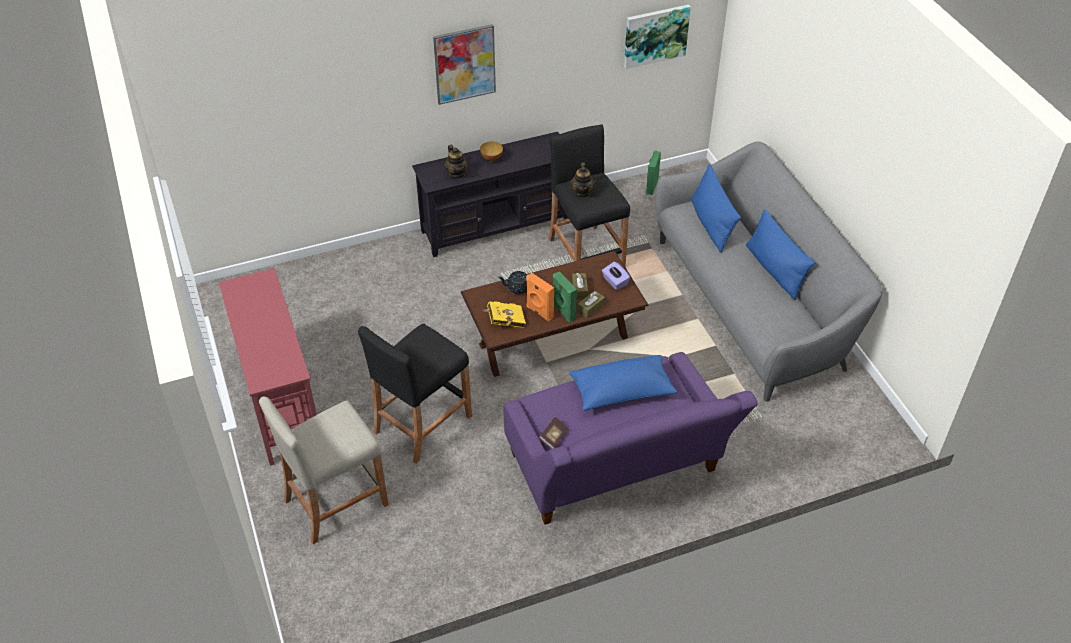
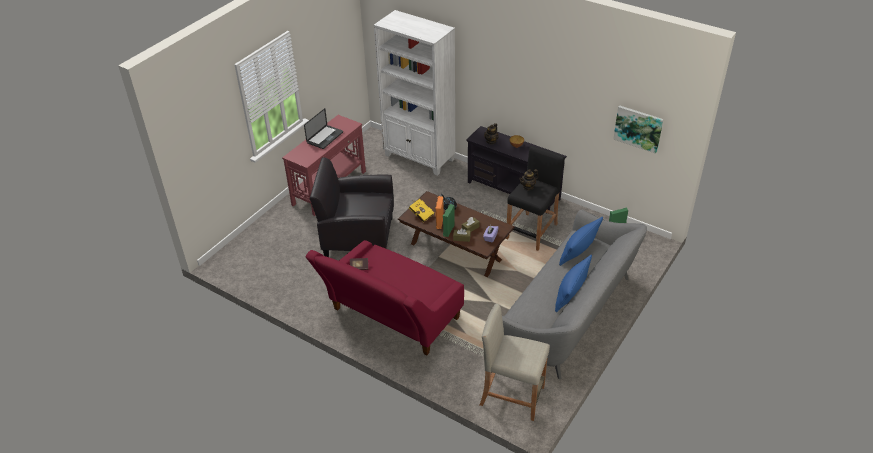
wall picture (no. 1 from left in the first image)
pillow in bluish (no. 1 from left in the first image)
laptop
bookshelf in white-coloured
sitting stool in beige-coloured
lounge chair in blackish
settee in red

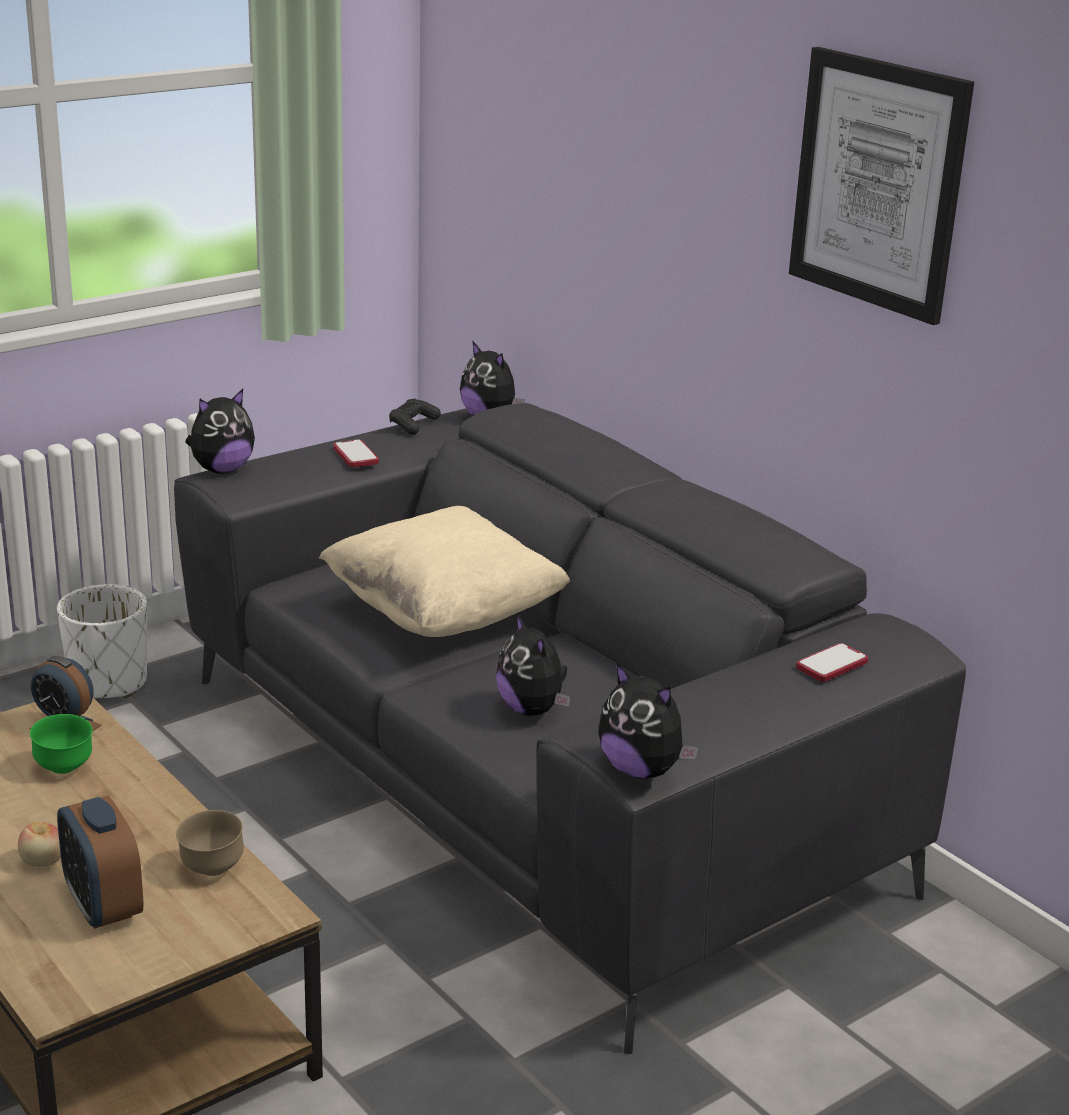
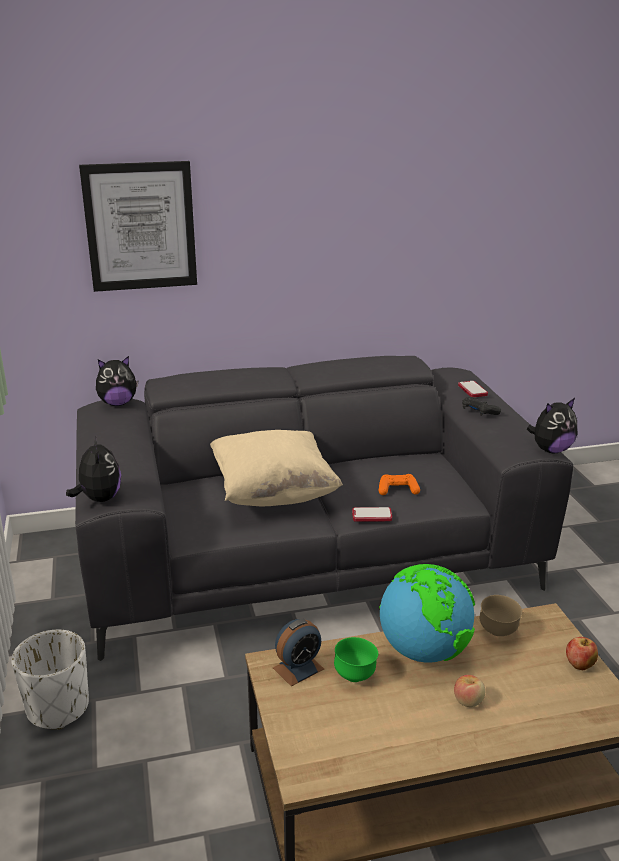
alarm clock (no. 2 from left in the first image)
desk globe
apple (no. 2 from left)
handset (no. 1 from left)
gamepad in blackish
wall picture
gamepad in orange-coloured

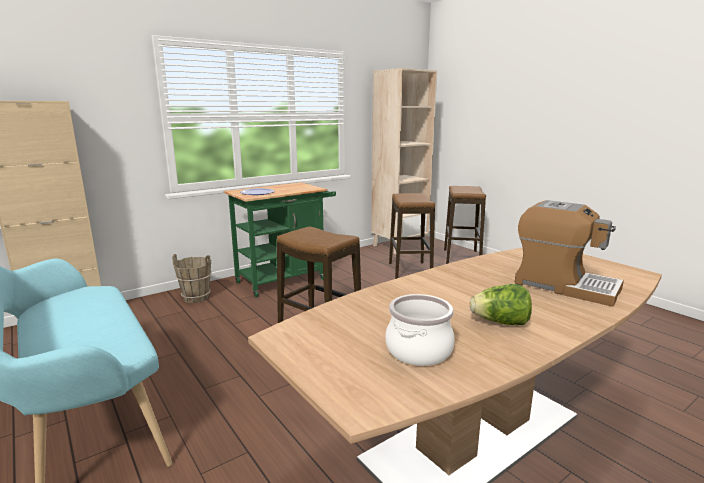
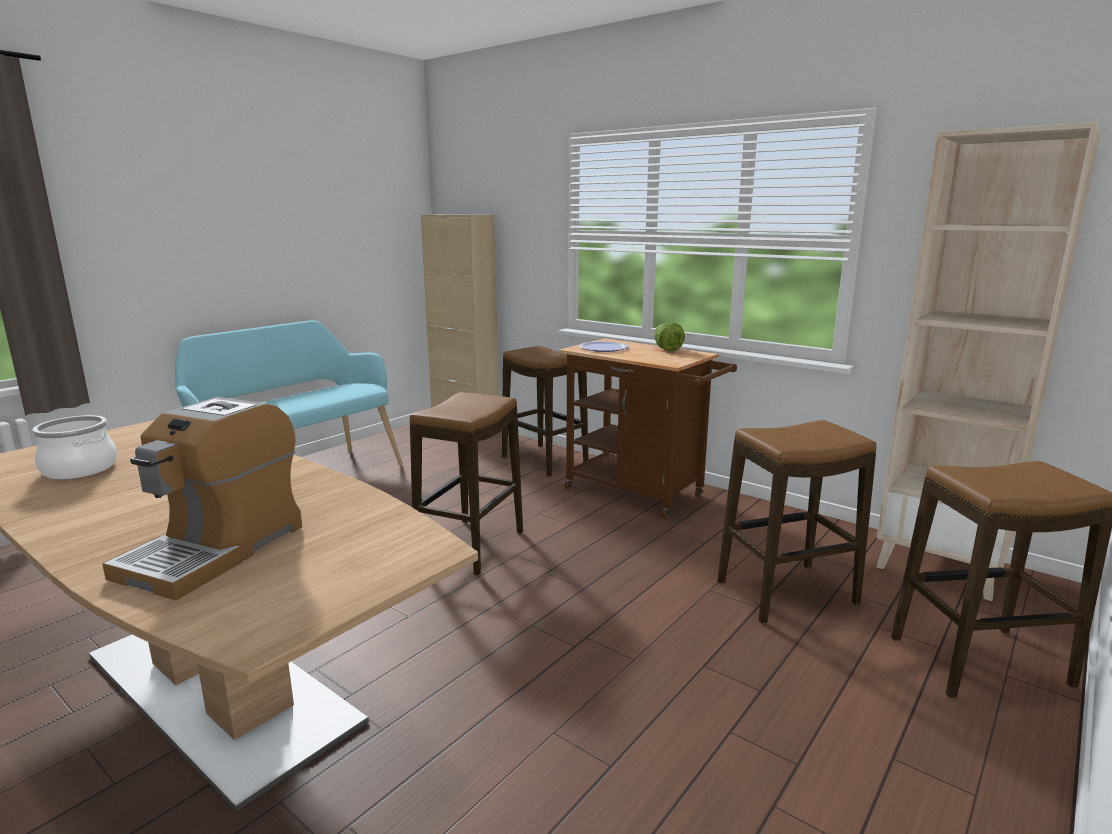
lettuce
sitting stool (no. 2 from left)
wheeled cart in brown

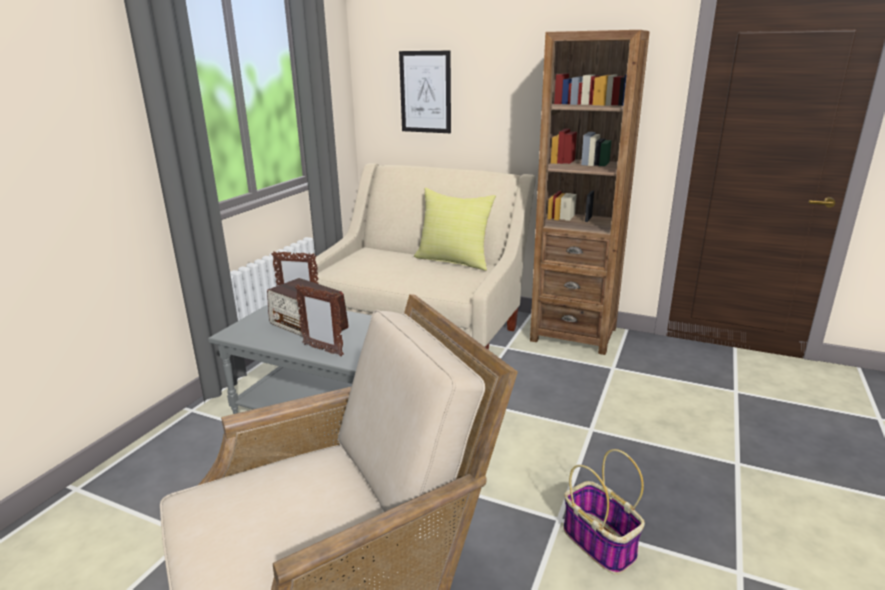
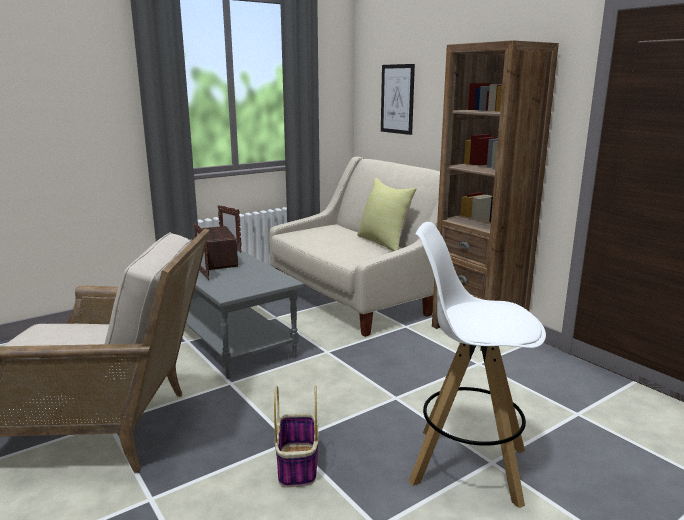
sitting stool in white-coloured

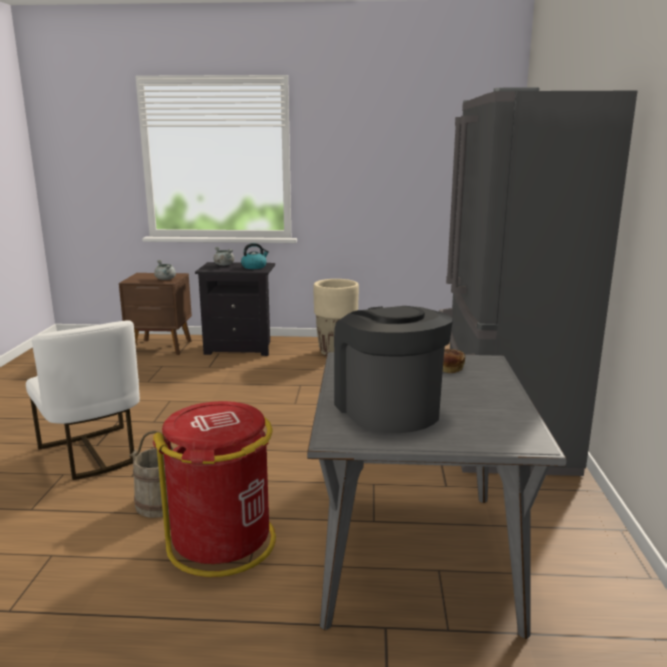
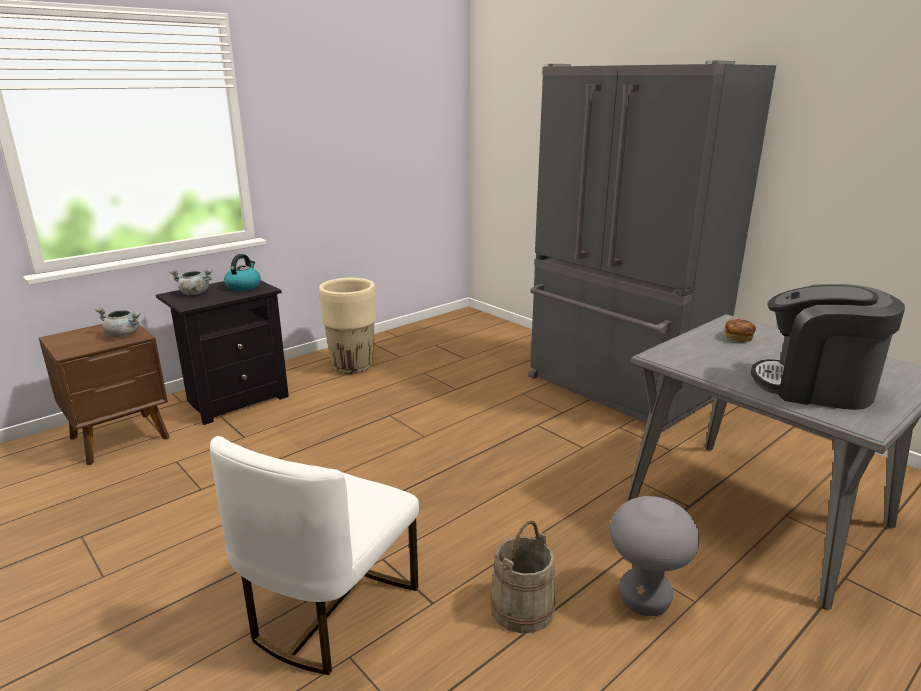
sitting stool in gray
chair in white-coloured

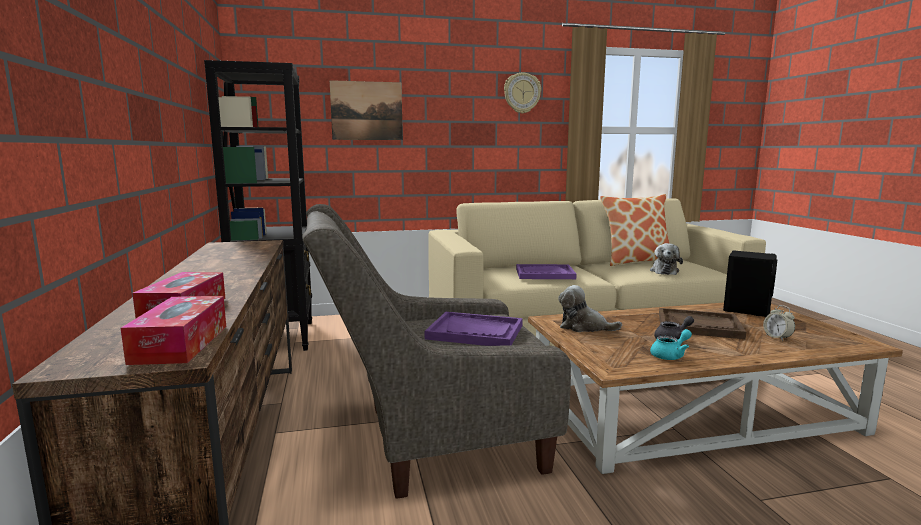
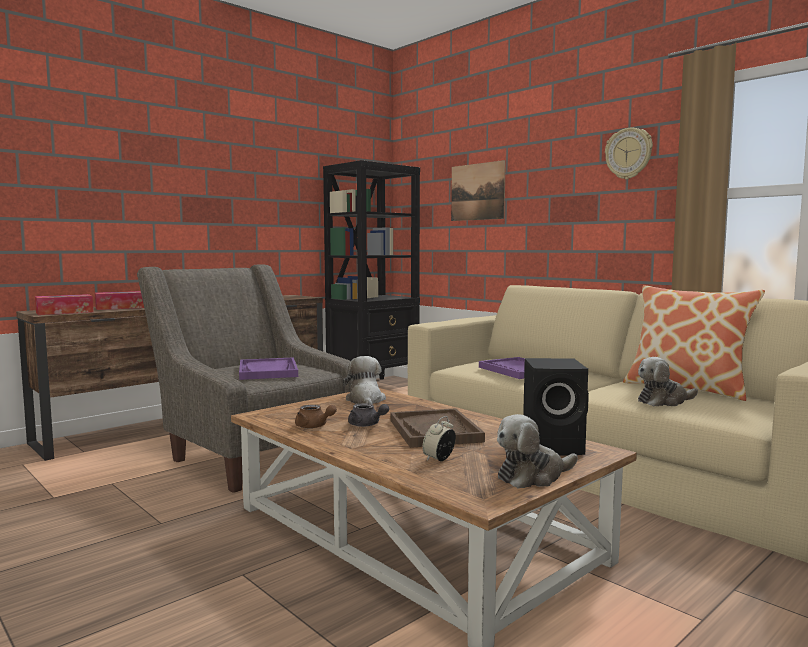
cuddly toy (no. 2 from left)
tea pot in brown

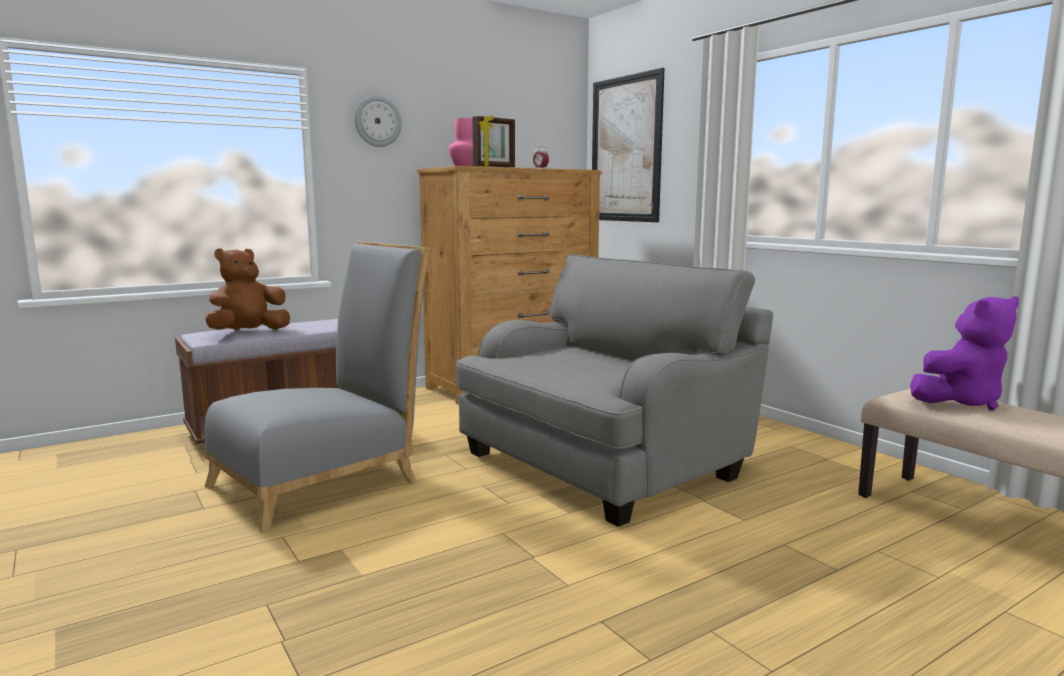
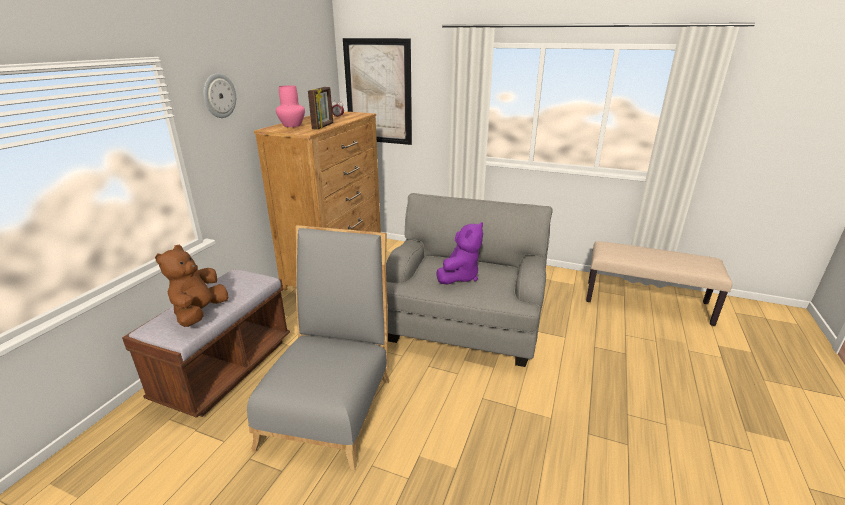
cuddly toy in purple

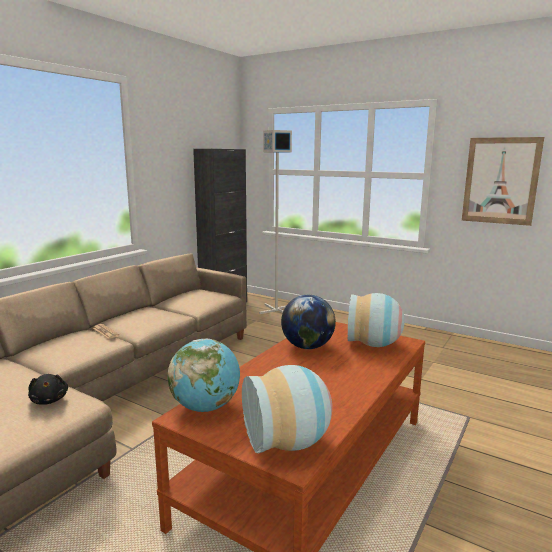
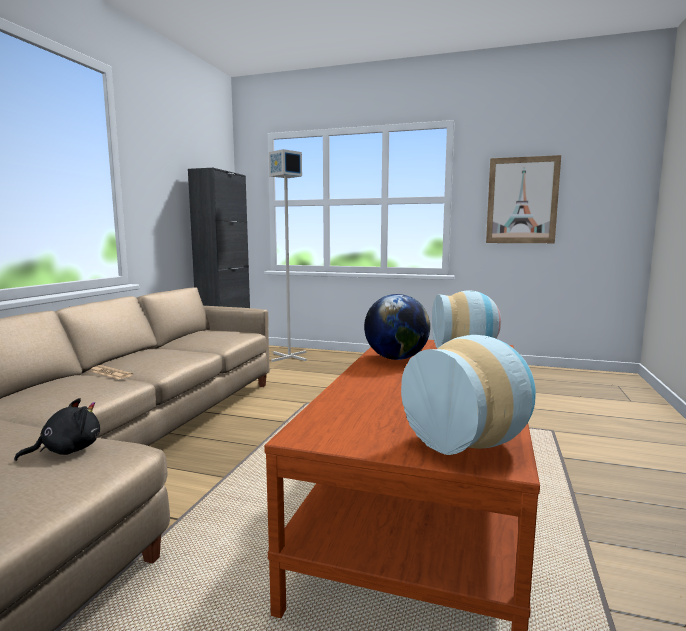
desk globe (no. 1 from left in the first image)
cuddly toy in blackish

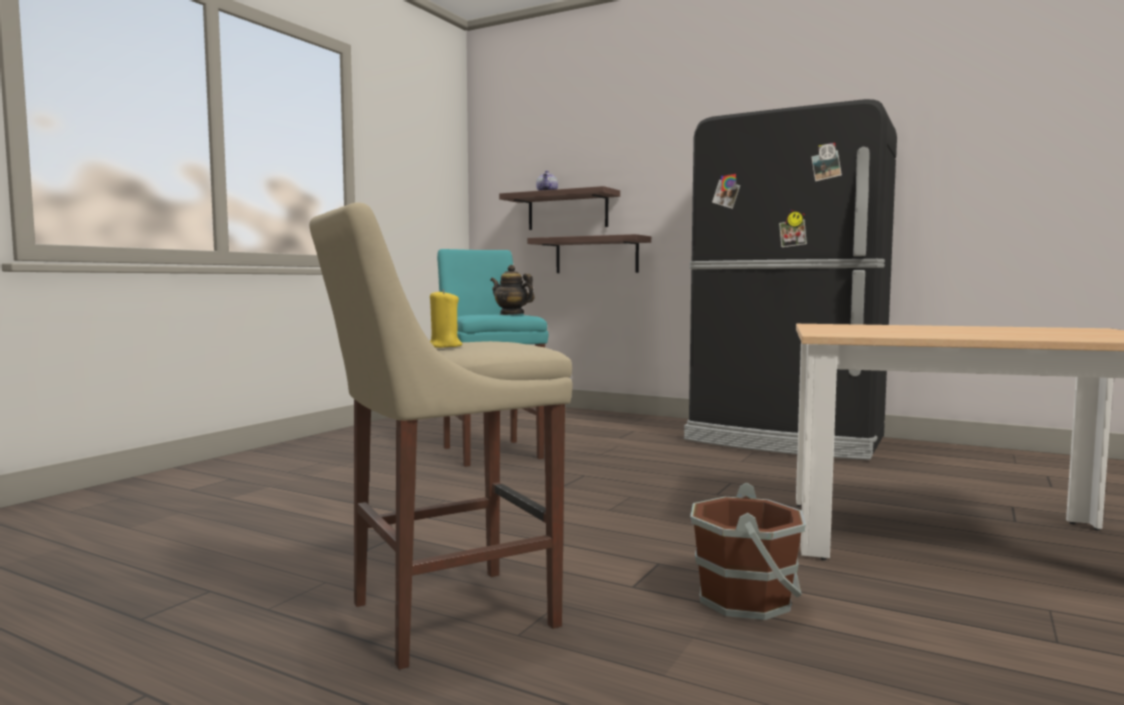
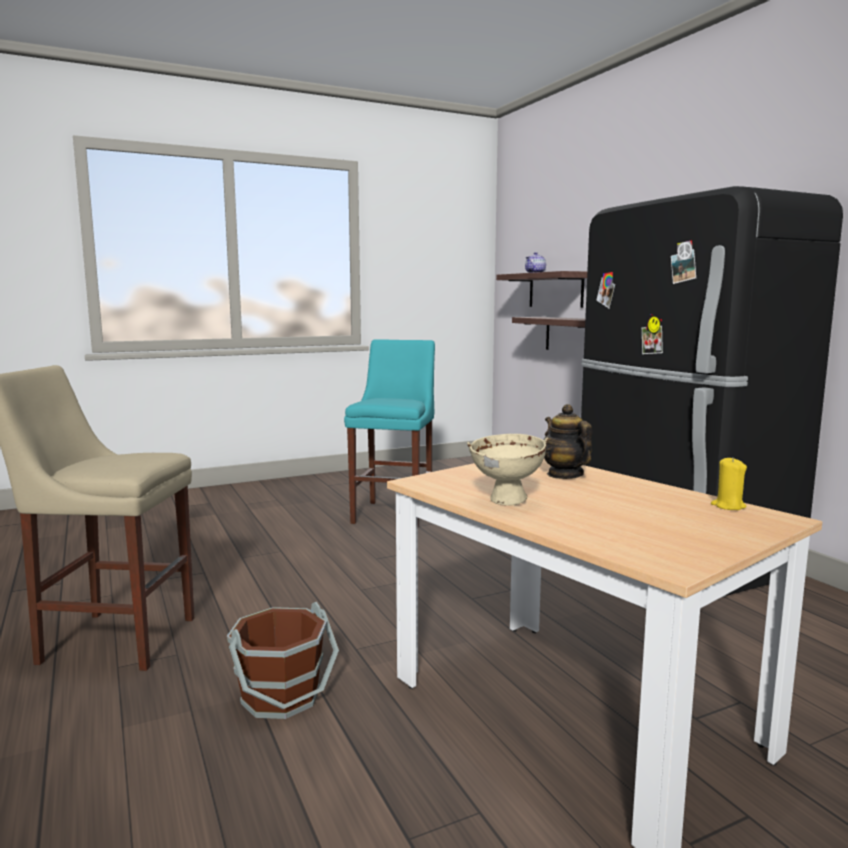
bowl in beige-coloured
wax candle in yellow
tea pot (no. 2 from left)

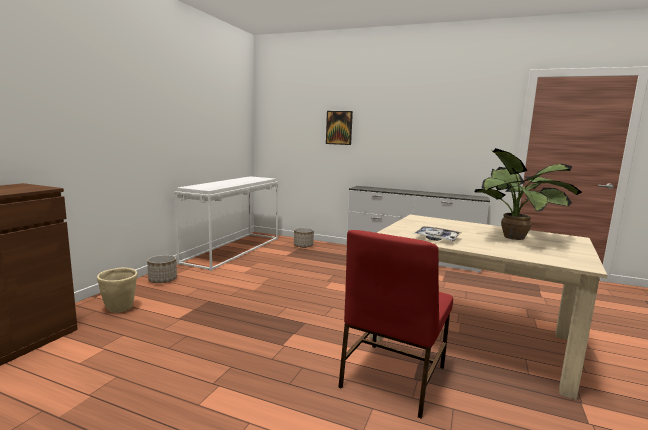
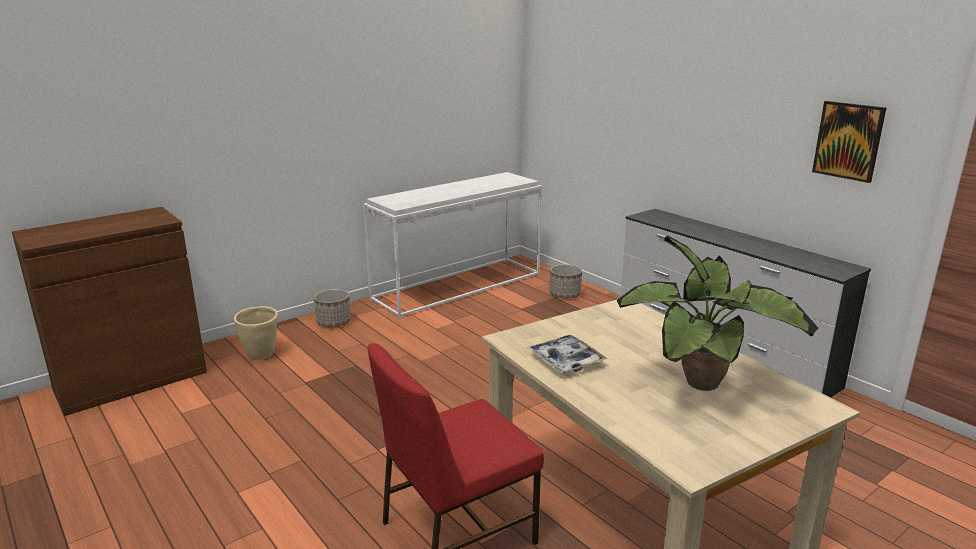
wall picture

